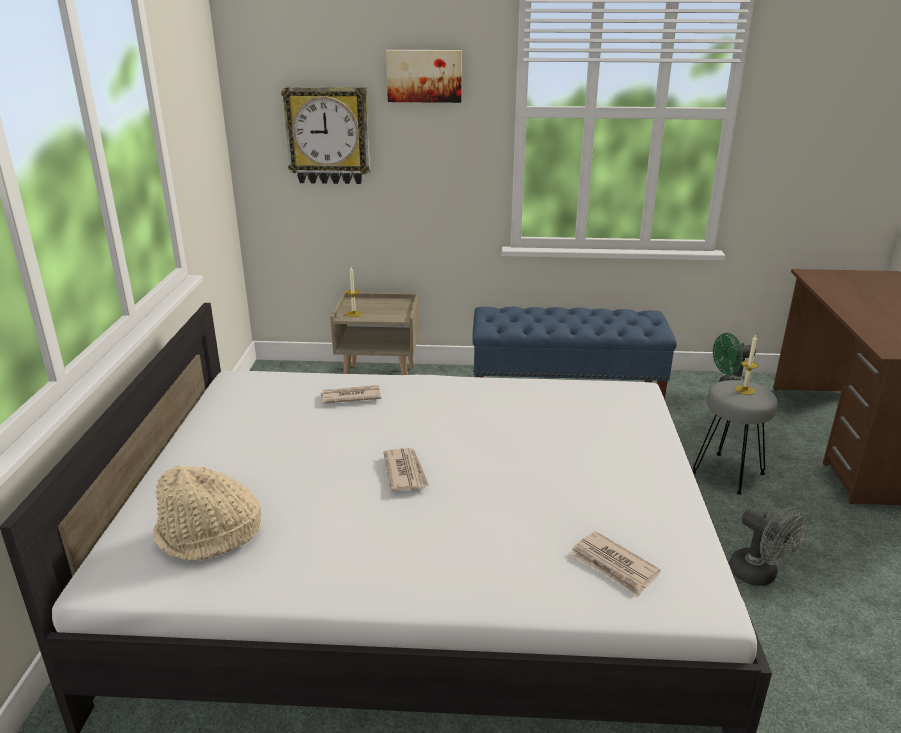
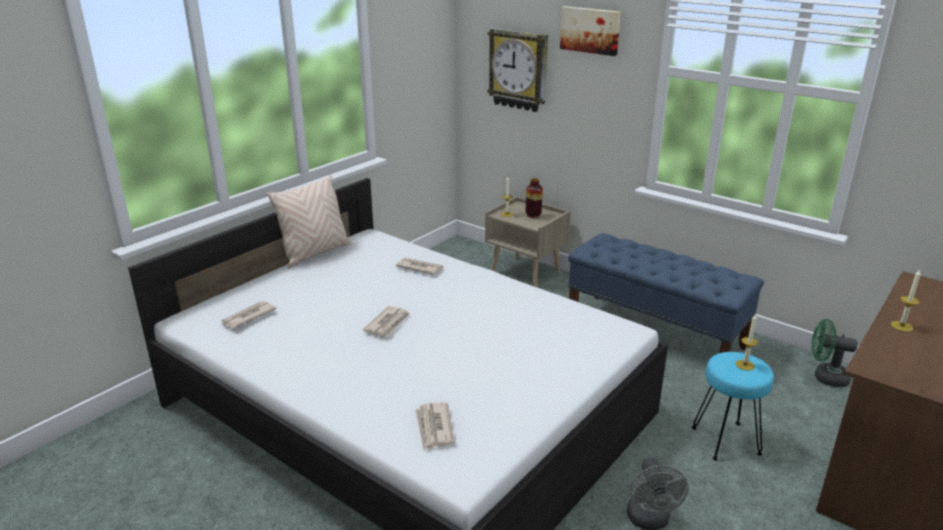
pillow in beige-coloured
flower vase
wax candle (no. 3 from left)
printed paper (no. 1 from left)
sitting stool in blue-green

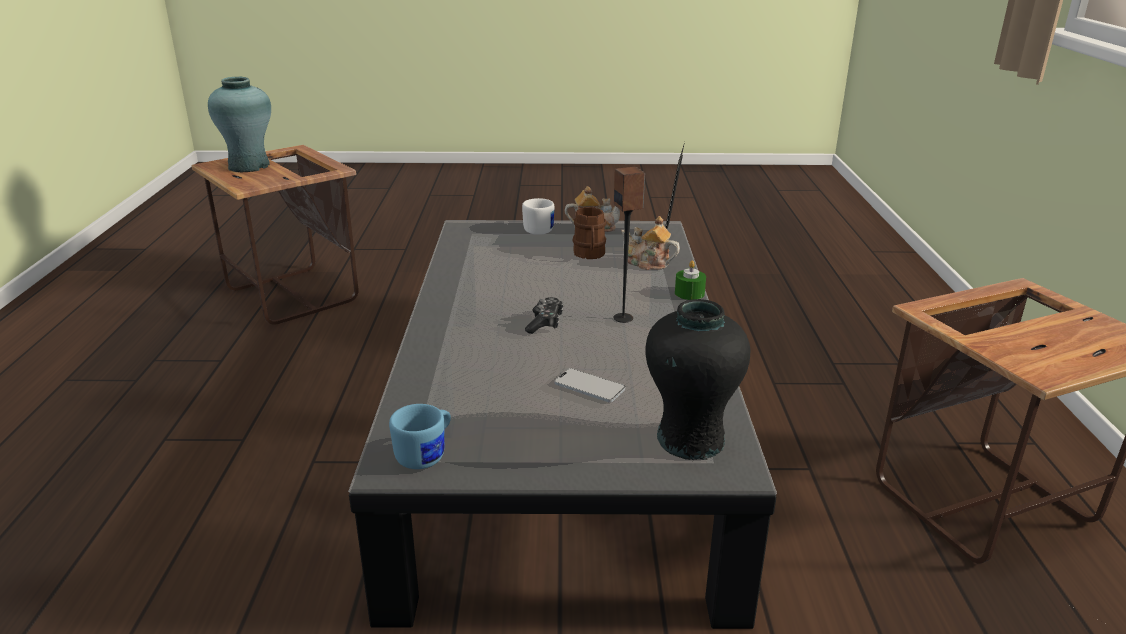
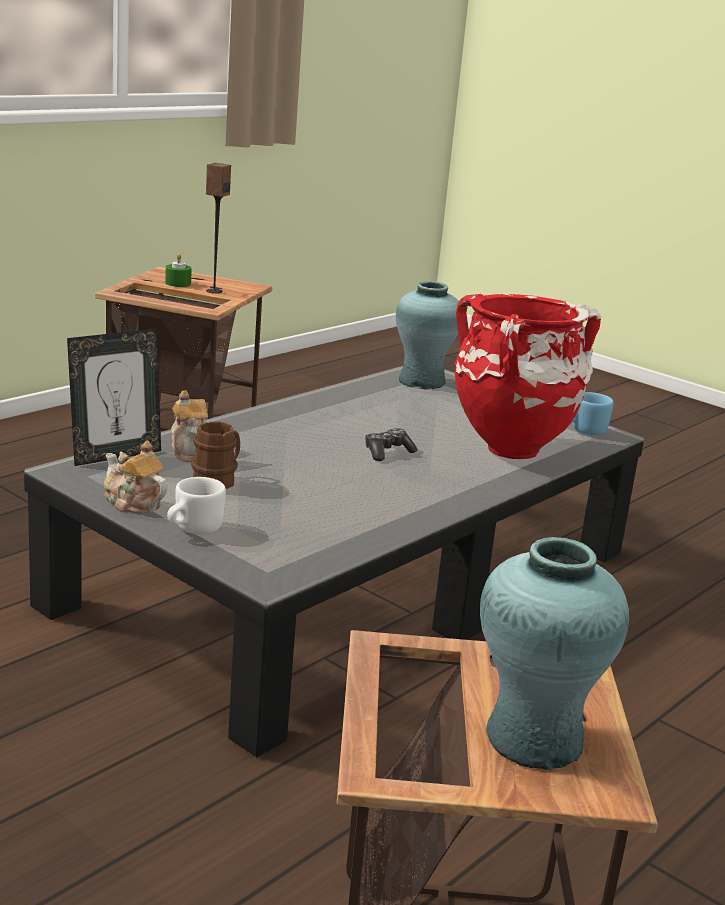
handset
flower vase in red
loudspeaker
wax candle in greenish
flower vase in blue-green (no. 1 from left)

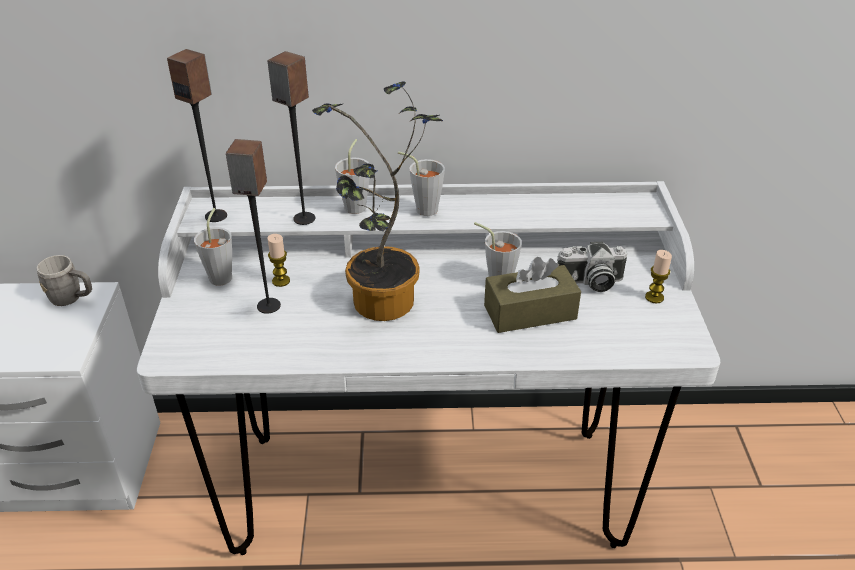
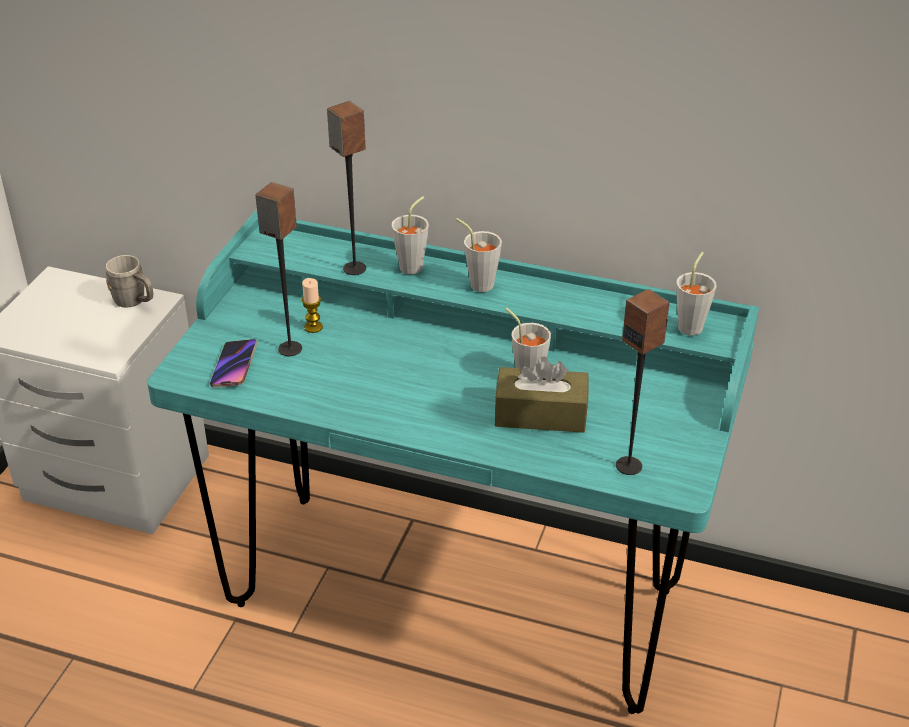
houseplant
photo camera
wax candle (no. 2 from left in the first image)
handset
loudspeaker (no. 3 from left)
small cup in gray (no. 4 from left)
desk table in blue-green

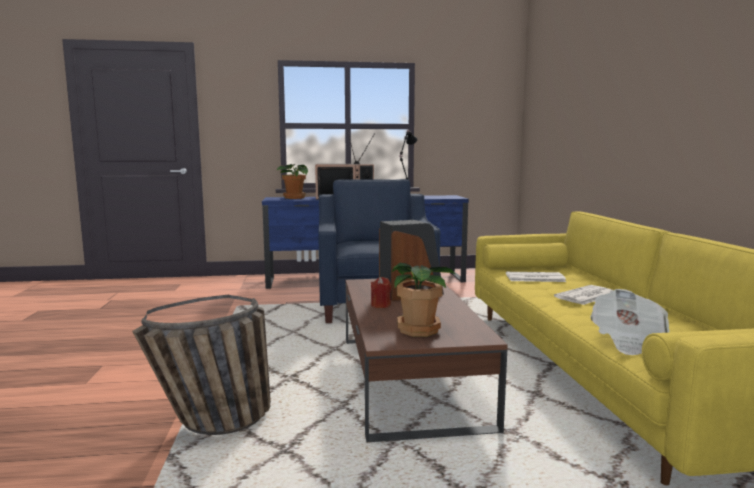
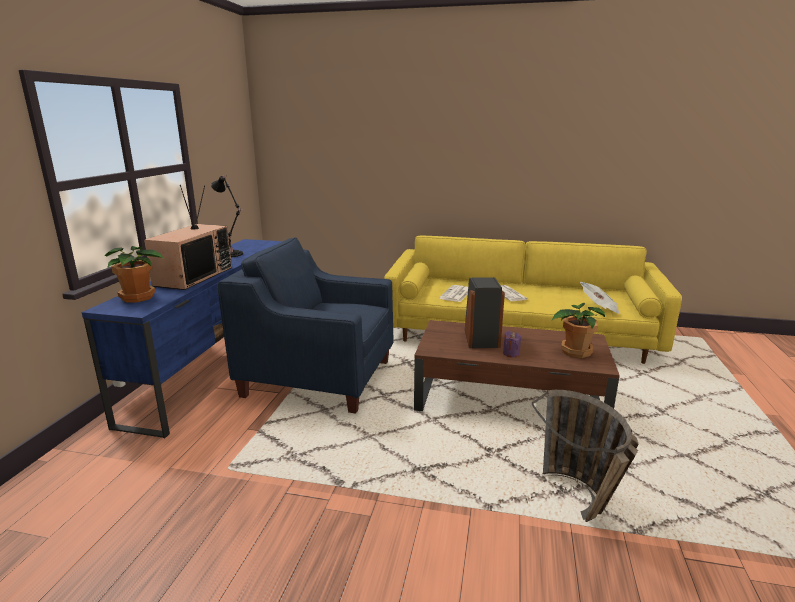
wax candle in purple

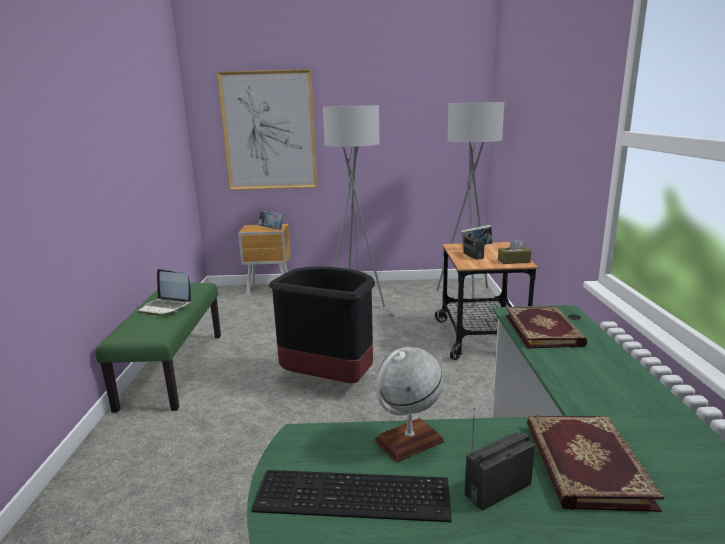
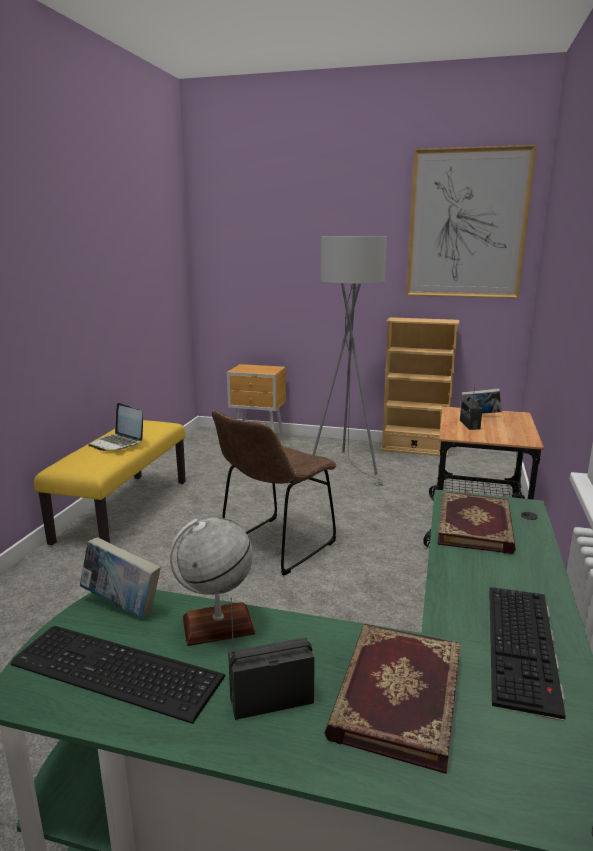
standing lamp in gray (no. 2 from left in the first image)
tissue holder in brown
bookshelf in beige-coloured
keyboard (no. 2 from left)
wall picture
book (no. 1 from left)
chair in brown
indoor bench in yellow

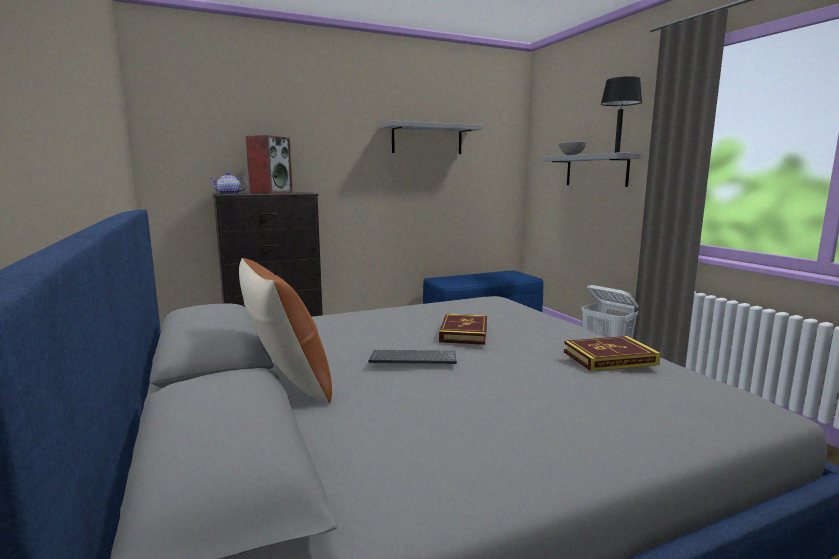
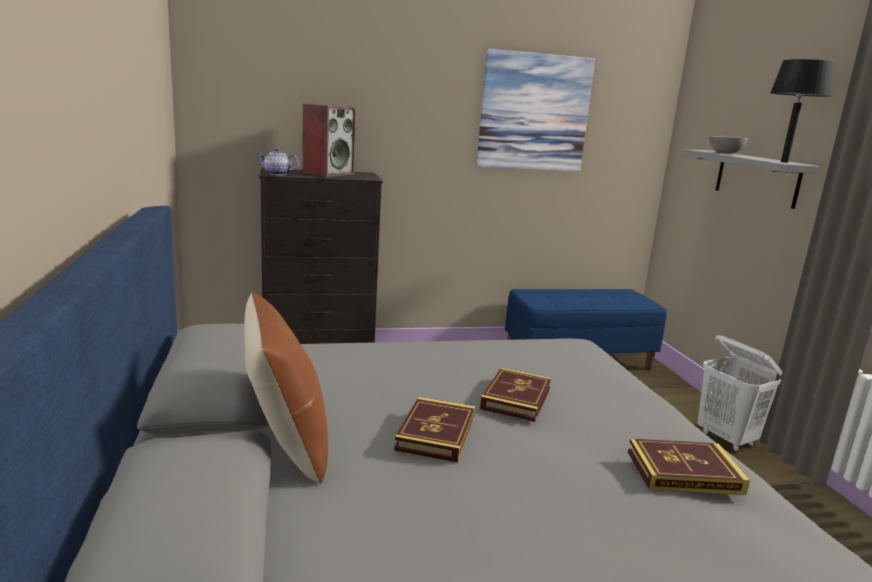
book (no. 1 from left)
wall picture

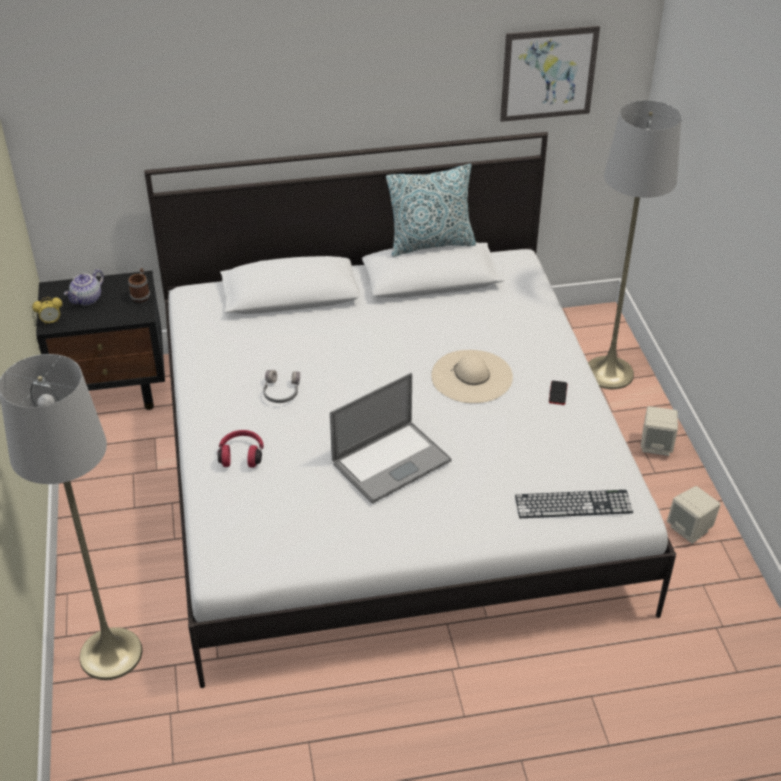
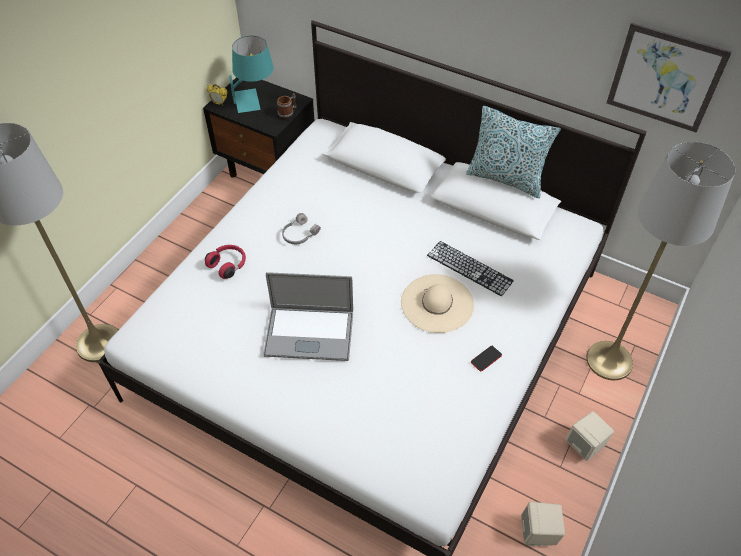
keyboard
lamp for a table in blue-green

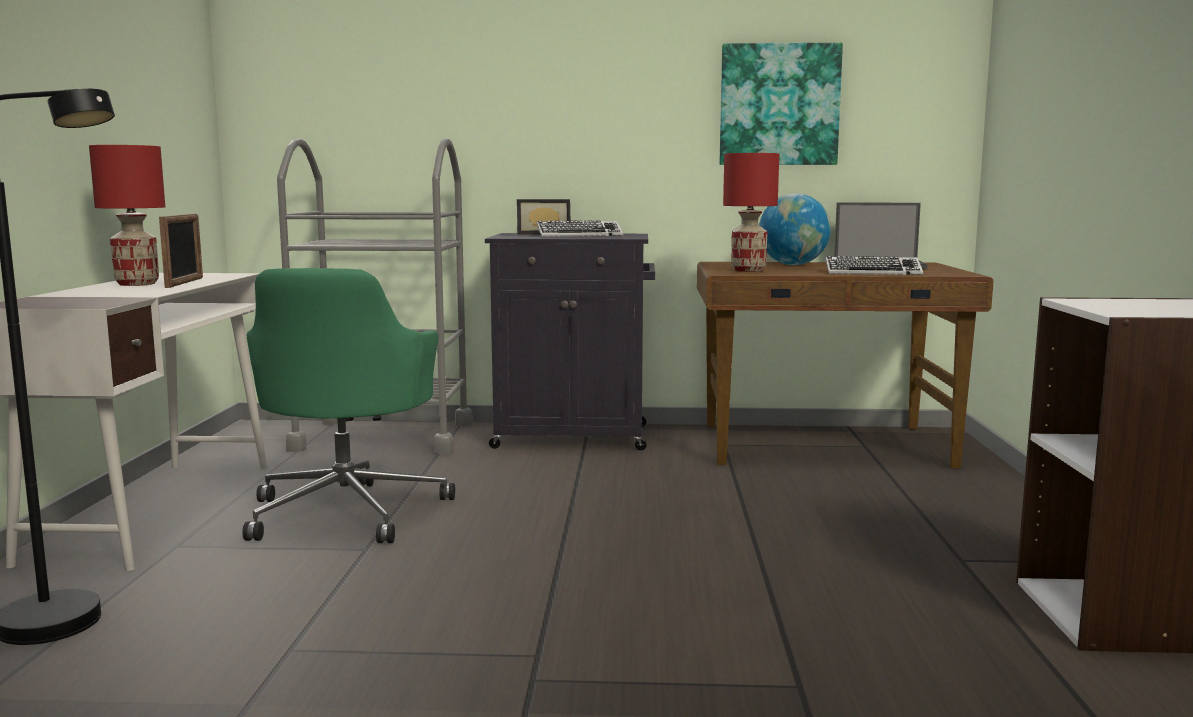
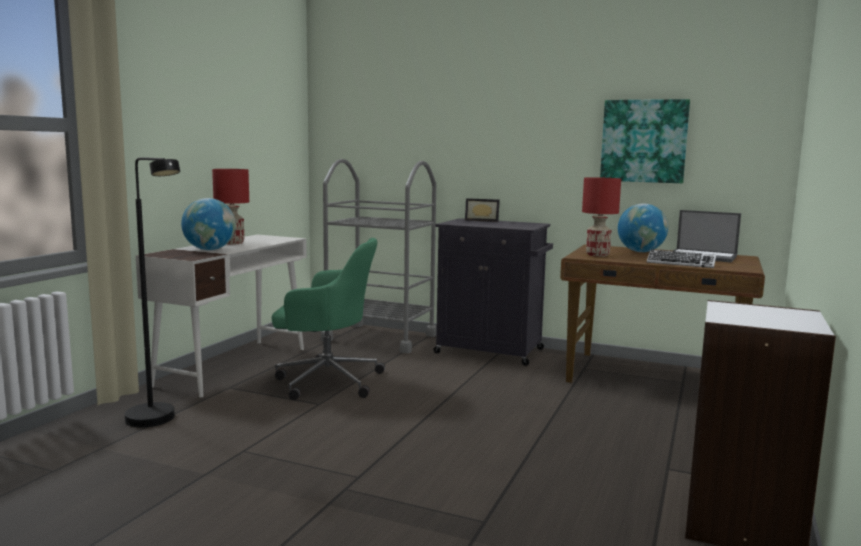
picture frame (no. 1 from left in the first image)
keyboard (no. 1 from left in the first image)
desk globe (no. 1 from left)
office chair in greenish

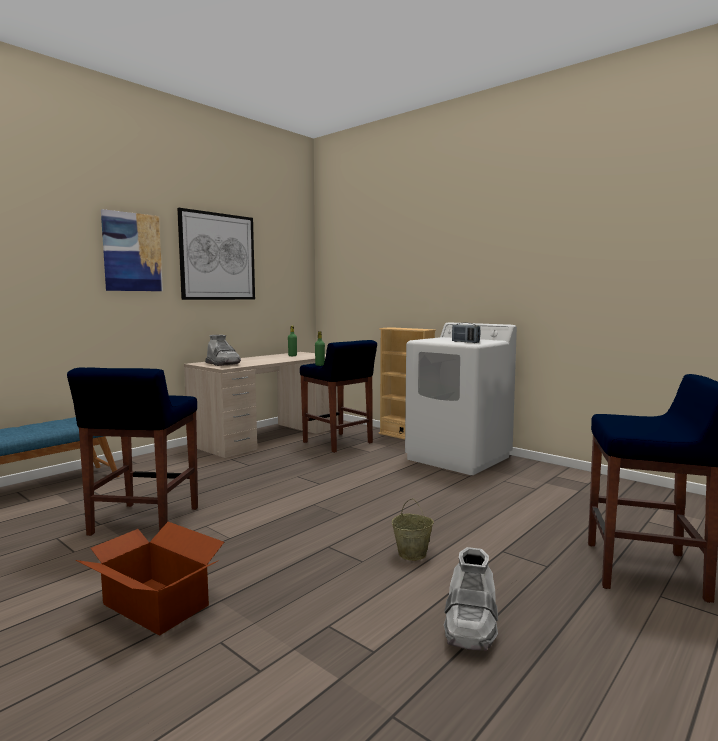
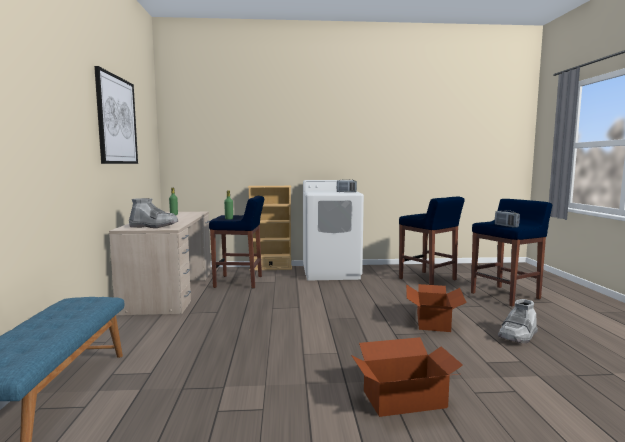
wall picture (no. 1 from left in the first image)
radio (no. 2 from left)
sitting stool in bluish (no. 2 from left)
cardboard box (no. 2 from left)
tall boot in gray (no. 2 from left)

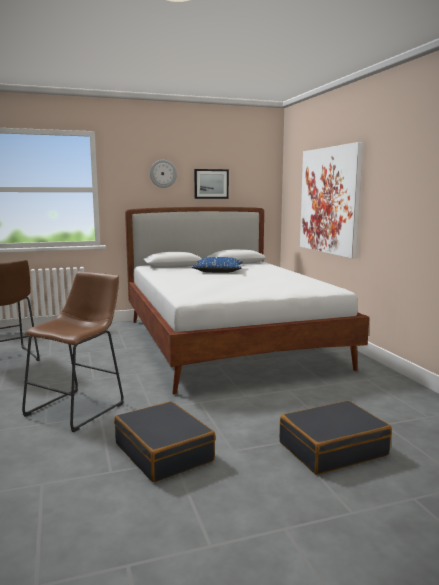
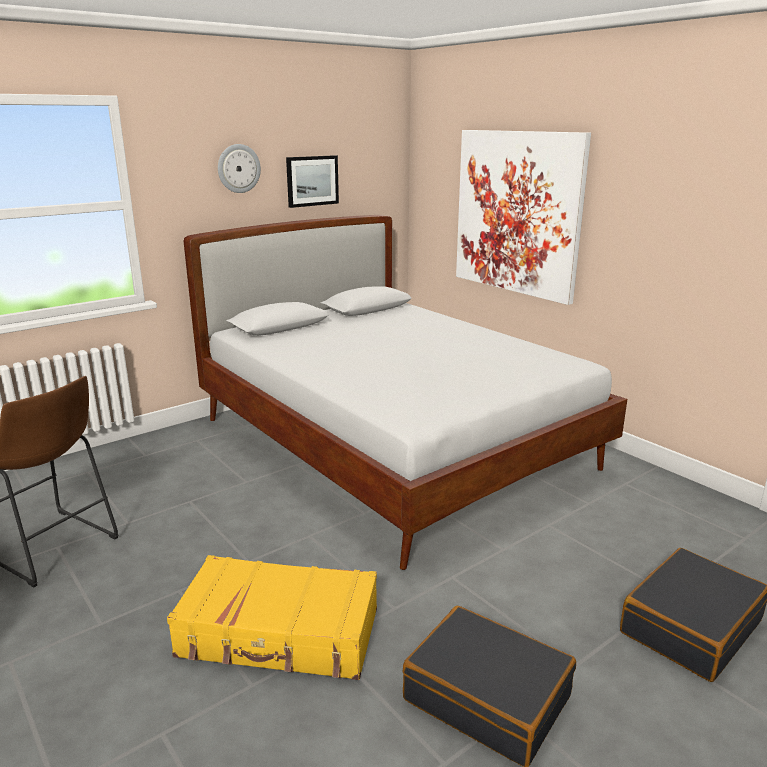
pillow in bluish
suitcase in yellow

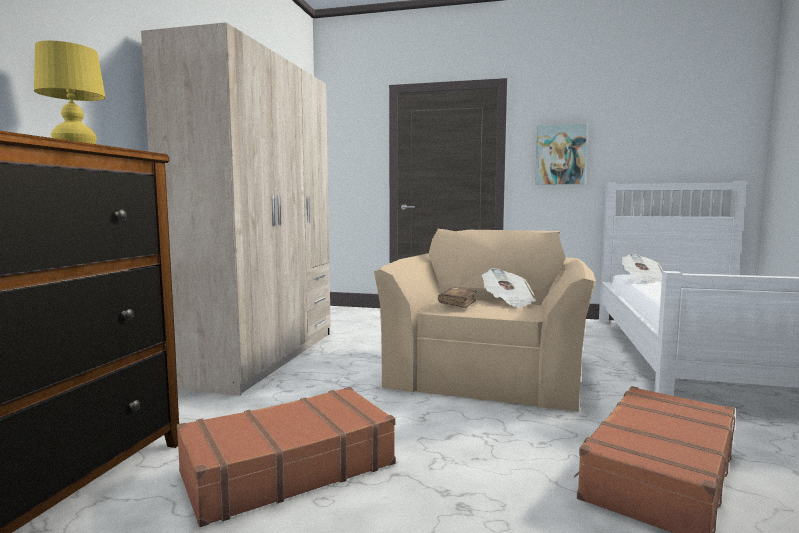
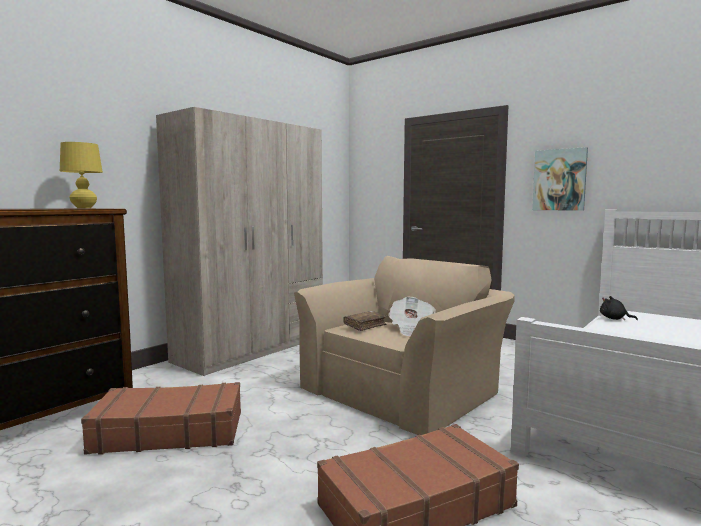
cuddly toy in blackish

